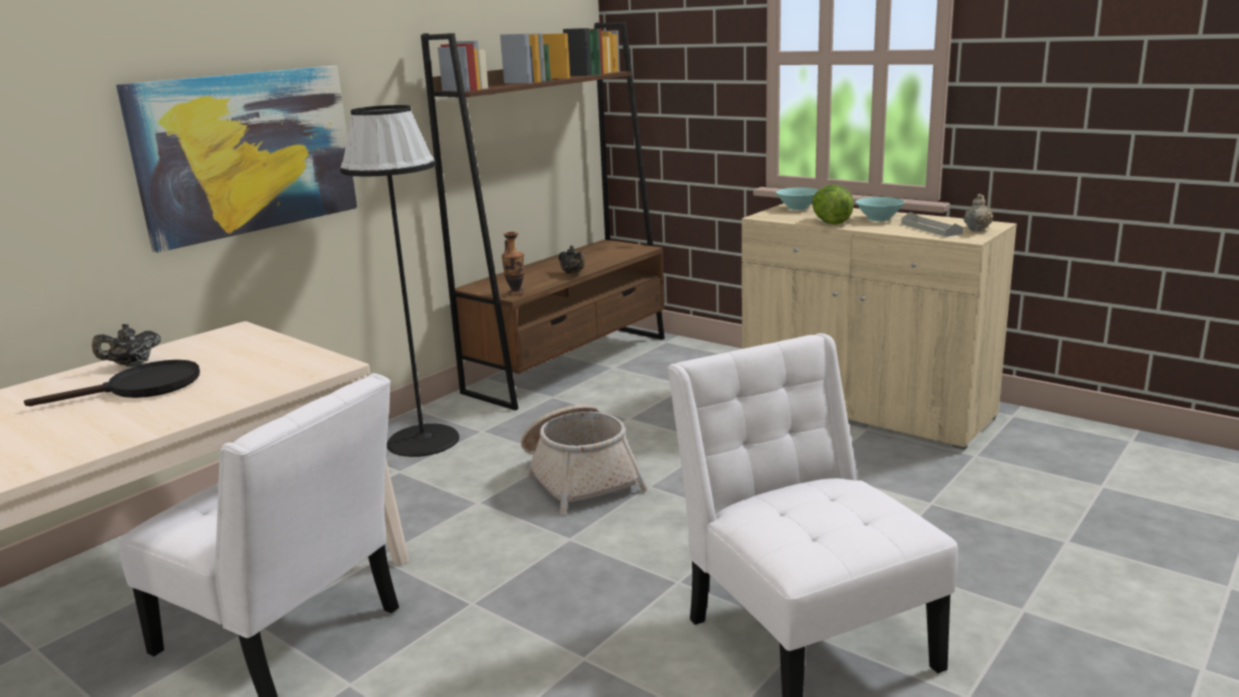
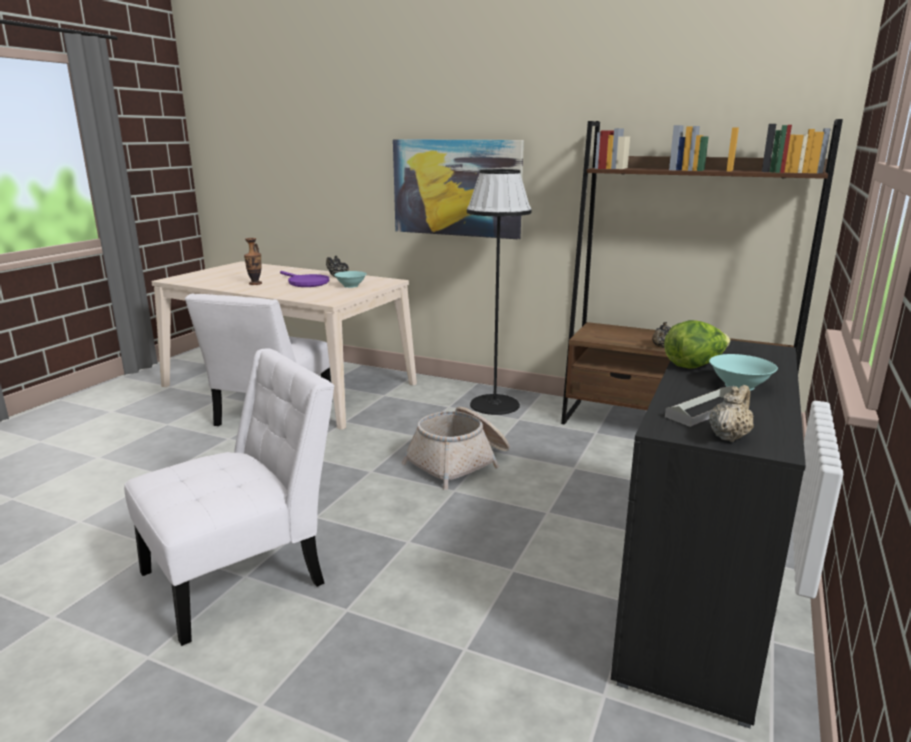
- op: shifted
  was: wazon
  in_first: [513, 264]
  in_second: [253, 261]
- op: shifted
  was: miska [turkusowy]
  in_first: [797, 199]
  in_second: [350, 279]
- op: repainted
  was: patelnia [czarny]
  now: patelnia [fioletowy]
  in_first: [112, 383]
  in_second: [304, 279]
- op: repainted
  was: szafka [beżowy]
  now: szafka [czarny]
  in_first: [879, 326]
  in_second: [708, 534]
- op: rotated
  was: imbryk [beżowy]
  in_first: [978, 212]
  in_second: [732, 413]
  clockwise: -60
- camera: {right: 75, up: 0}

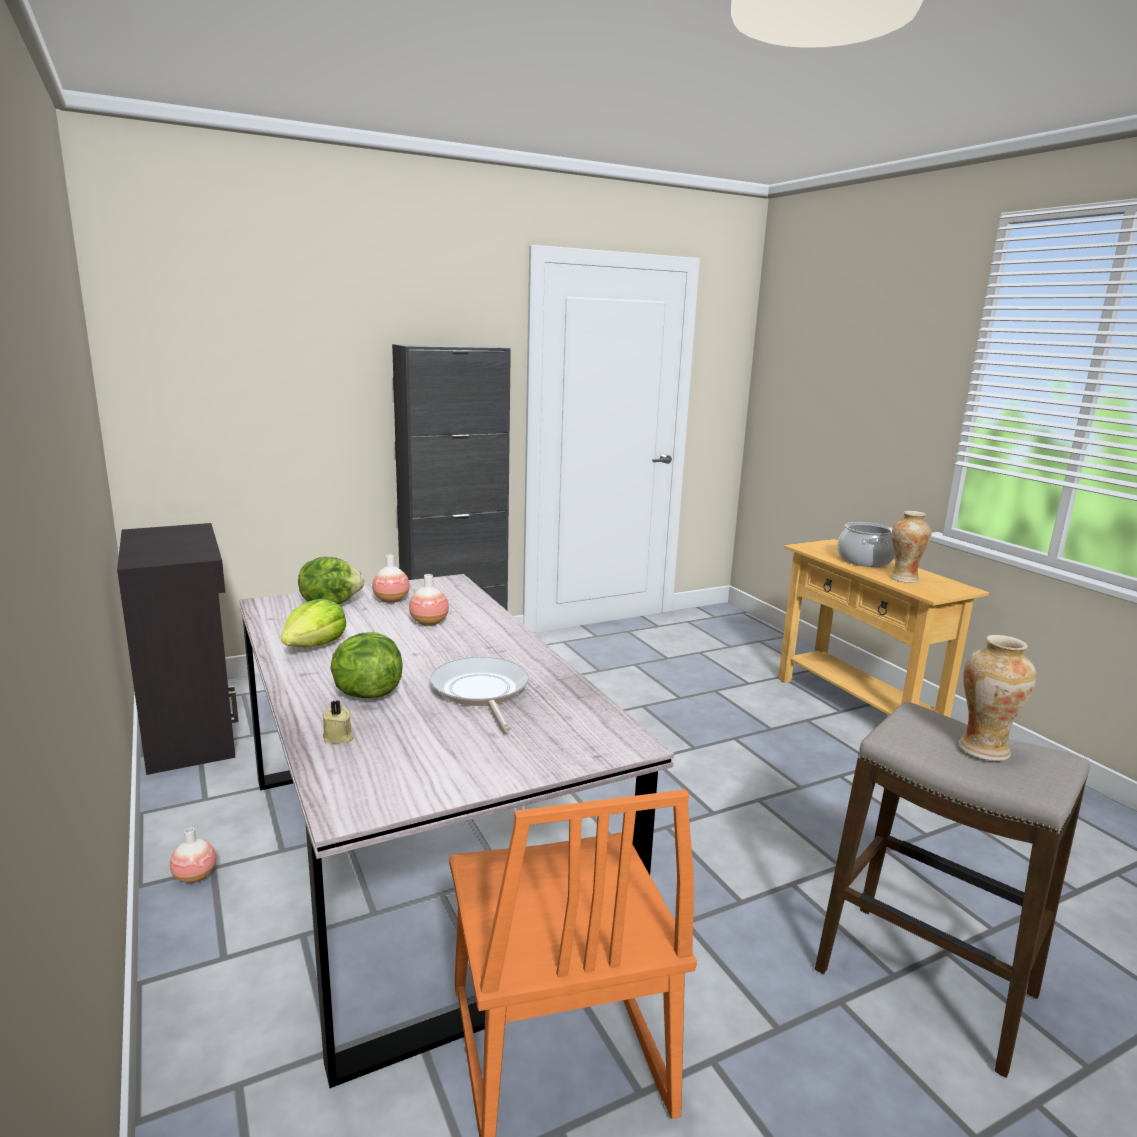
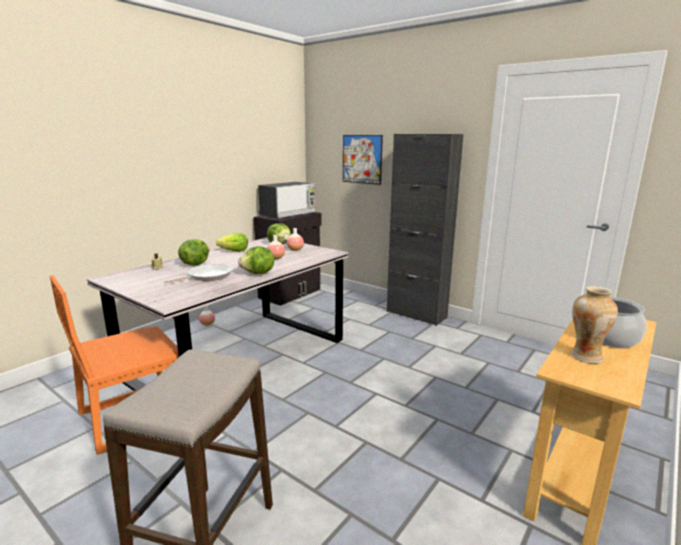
- op: gone
  was: wazon
  in_first: [998, 698]
- op: new
  now: sałata
  in_second: [256, 260]
- op: new
  now: mikrofalówka
  in_second: [286, 200]
- op: new
  now: obraz
  in_second: [363, 160]
- camera: {right: 65, up: 0}

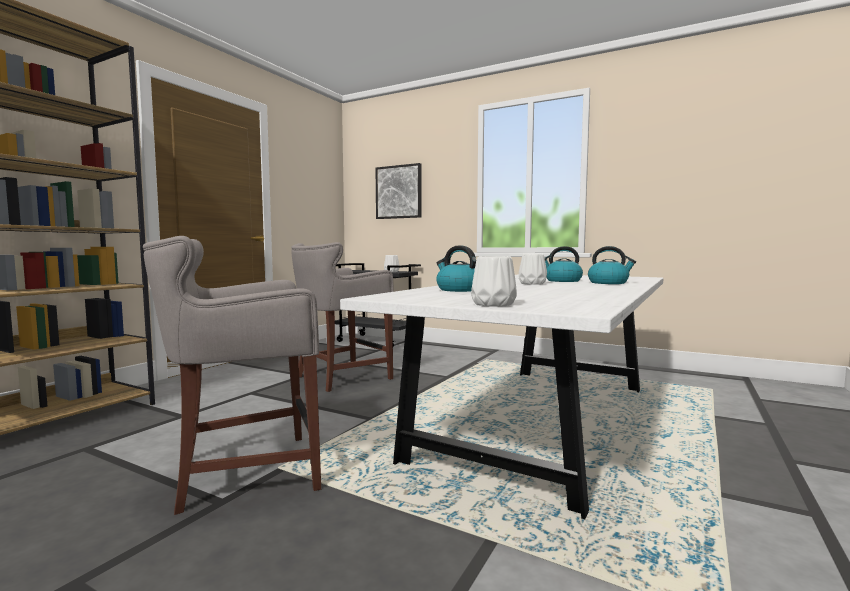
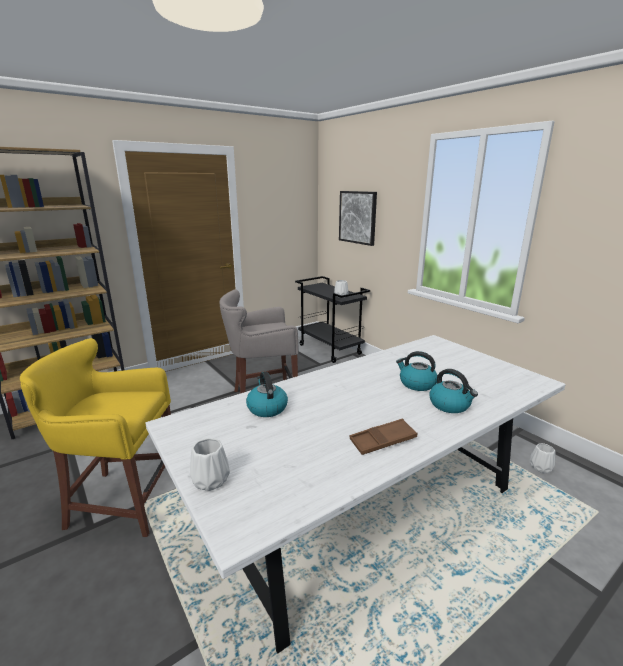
- op: new
  now: taca [brązowy]
  in_second: [383, 436]
- op: shifted
  was: wazon [biały]
  in_first: [533, 269]
  in_second: [542, 458]
- op: repainted
  was: stołek [szary]
  now: stołek [żółty]
  in_first: [232, 375]
  in_second: [95, 437]
- camera: {right: 25, up: 15}

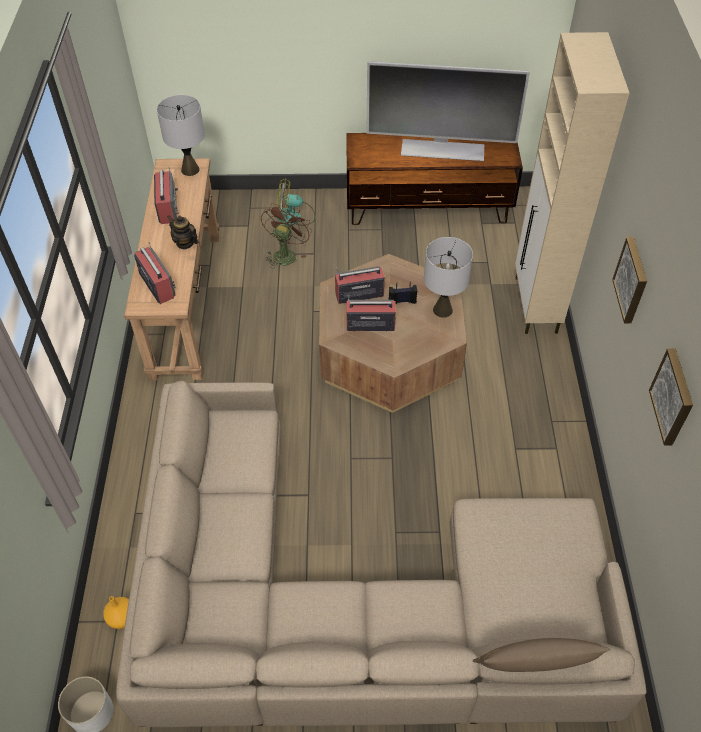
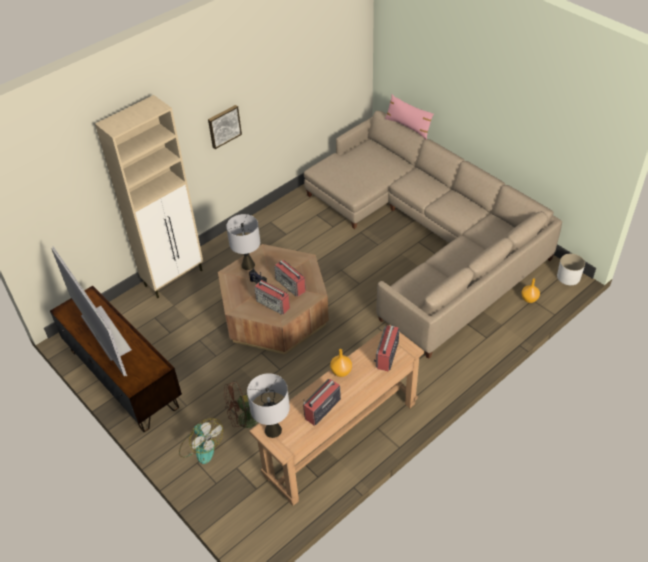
- op: gone
  was: obraz
  in_first: [671, 397]
- op: swapped
  was: imbryk
  now: wazon [pomarańczowy]
  in_first: [183, 232]
  in_second: [341, 363]
- op: repainted
  was: poduszka [brązowy]
  now: poduszka [różowy]
  in_first: [541, 655]
  in_second: [409, 117]
- camera: {right: -130, up: -5}

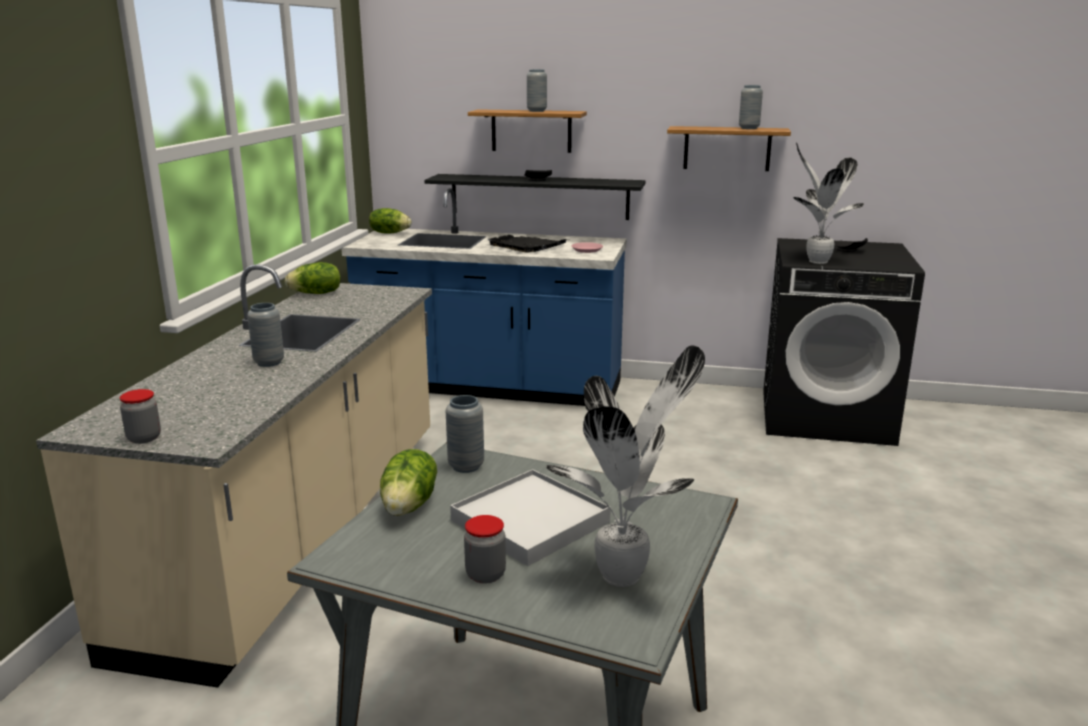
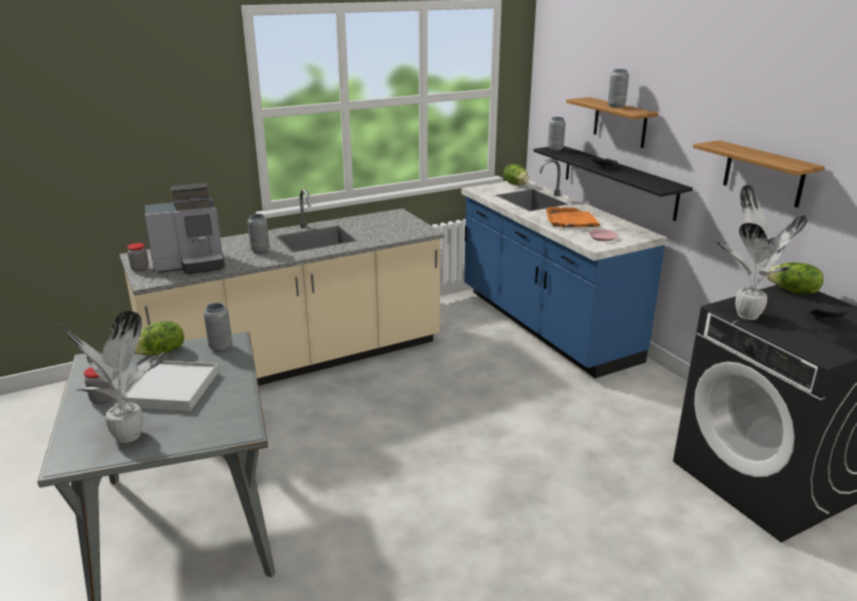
- op: new
  now: ekspres do kawy
  in_second: [184, 228]
- op: shifted
  was: sałata
  in_first: [312, 278]
  in_second: [795, 278]
- op: shifted
  was: wazon [szary]
  in_first: [751, 107]
  in_second: [557, 134]
- op: repainted
  was: taca [czarny]
  now: taca [pomarańczowy]
  in_first: [528, 244]
  in_second: [573, 217]
- camera: {right: 50, up: 5}

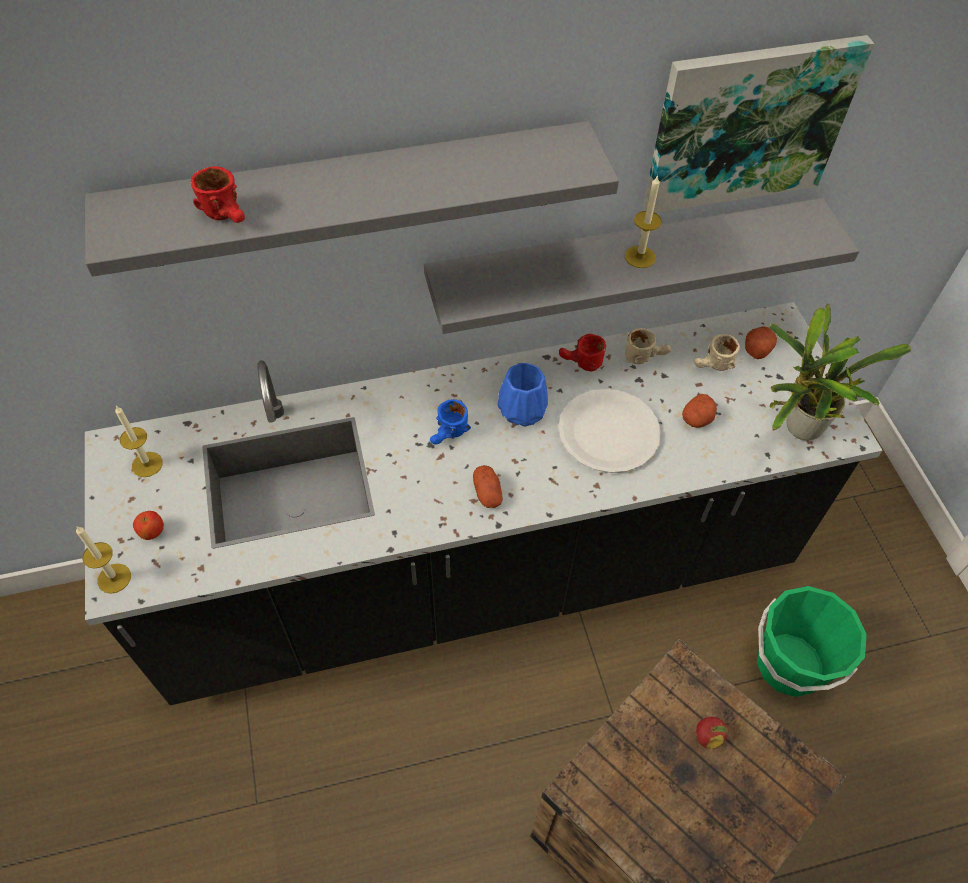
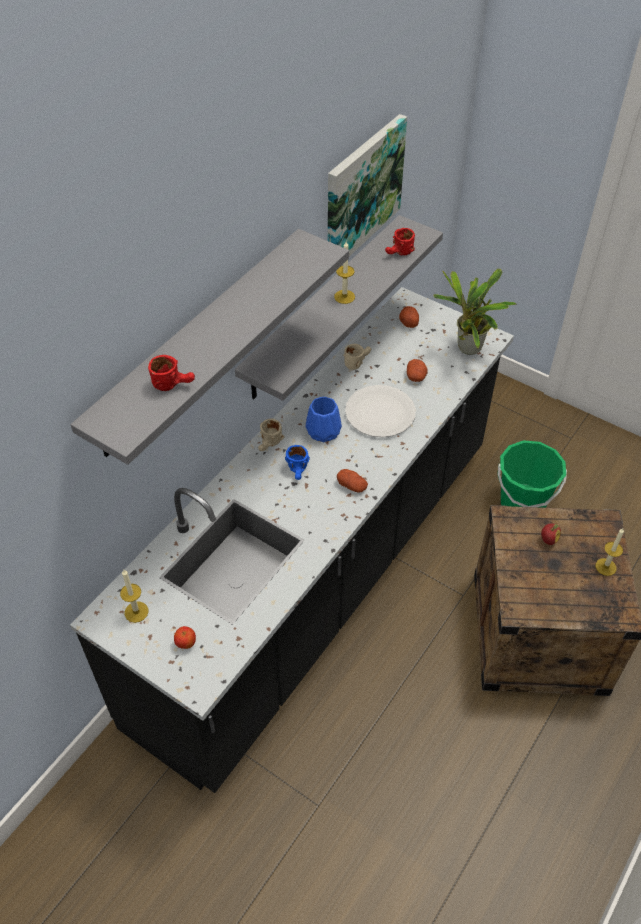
- op: shifted
  was: świeca
  in_first: [103, 560]
  in_second: [609, 552]
- op: shifted
  was: kubek [czerwony]
  in_first: [582, 353]
  in_second: [400, 241]
- op: shifted
  was: kubek [beżowy]
  in_first: [717, 352]
  in_second: [271, 435]
- camera: {right: -40, up: -5}

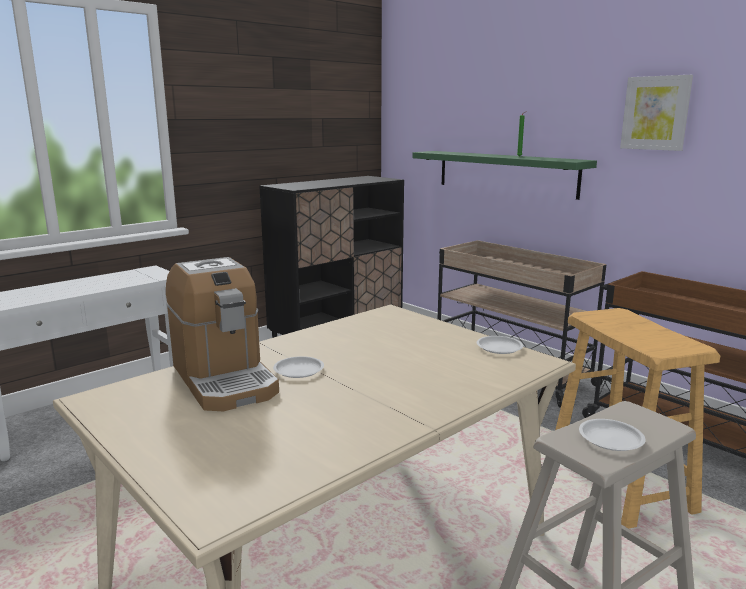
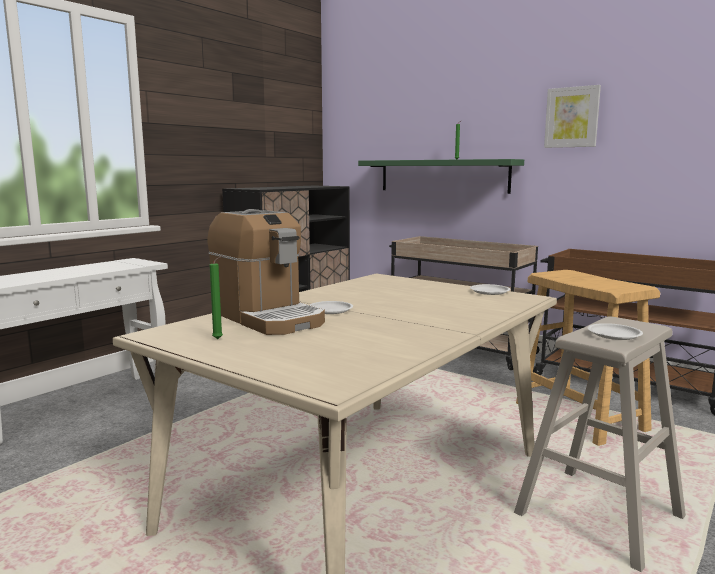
- op: new
  now: świeca [zielony]
  in_second: [216, 297]
- camera: {right: -10, up: -5}

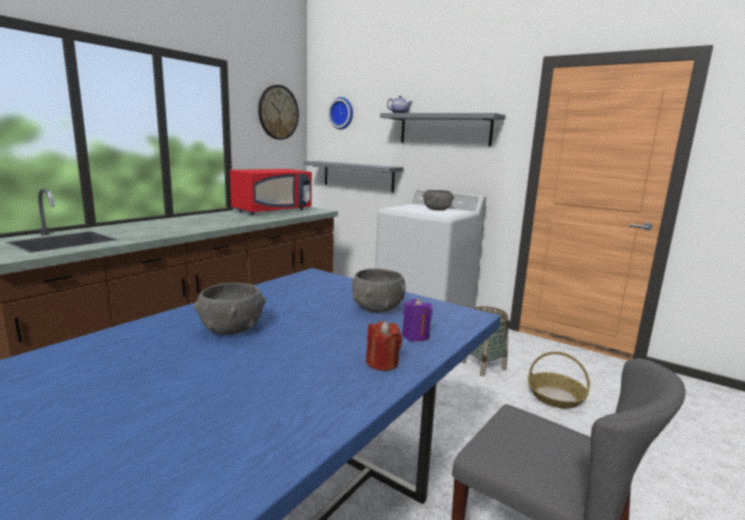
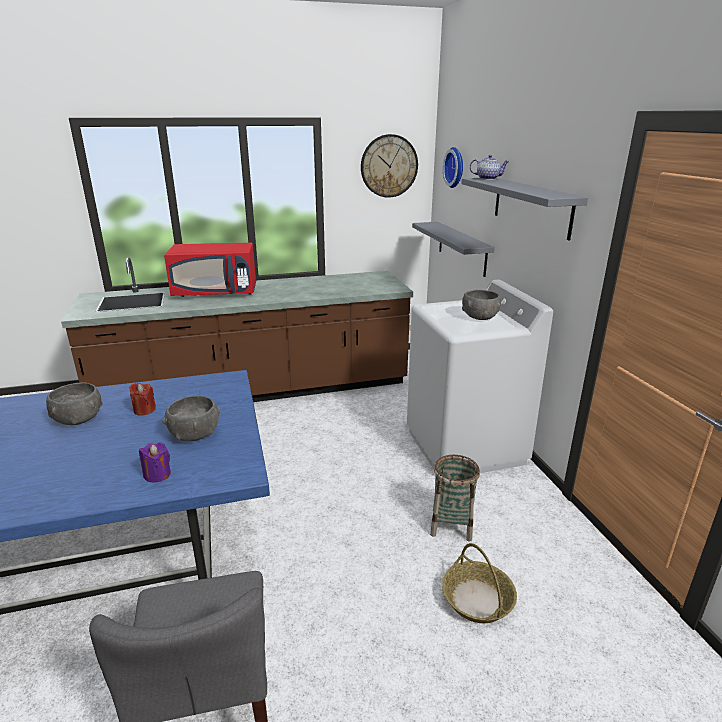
- op: shifted
  was: mikrofalówka [czerwony]
  in_first: [271, 192]
  in_second: [210, 270]
- op: shifted
  was: świeca [czerwony]
  in_first: [384, 346]
  in_second: [143, 399]
- camera: {right: 40, up: 10}

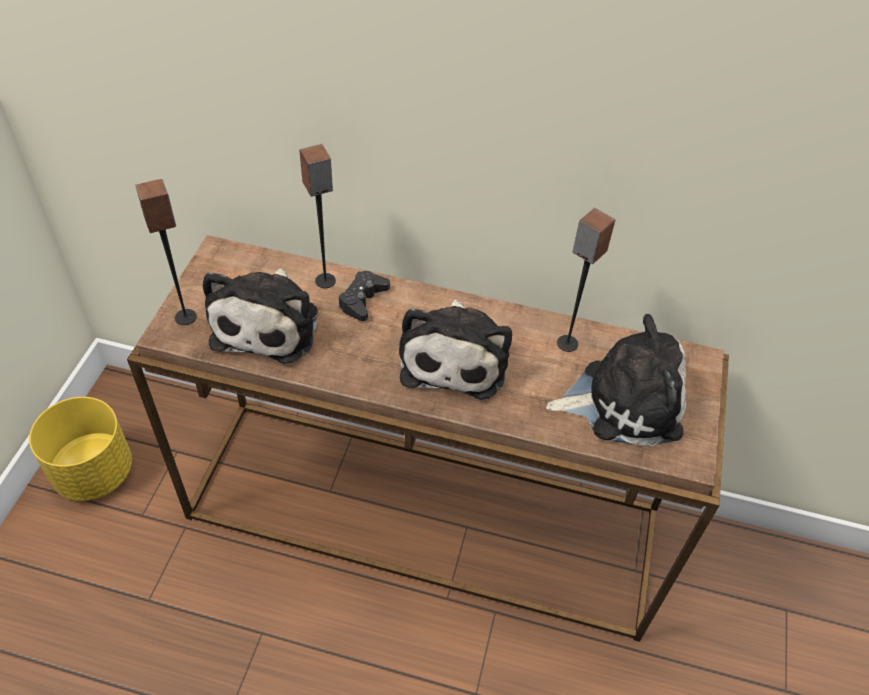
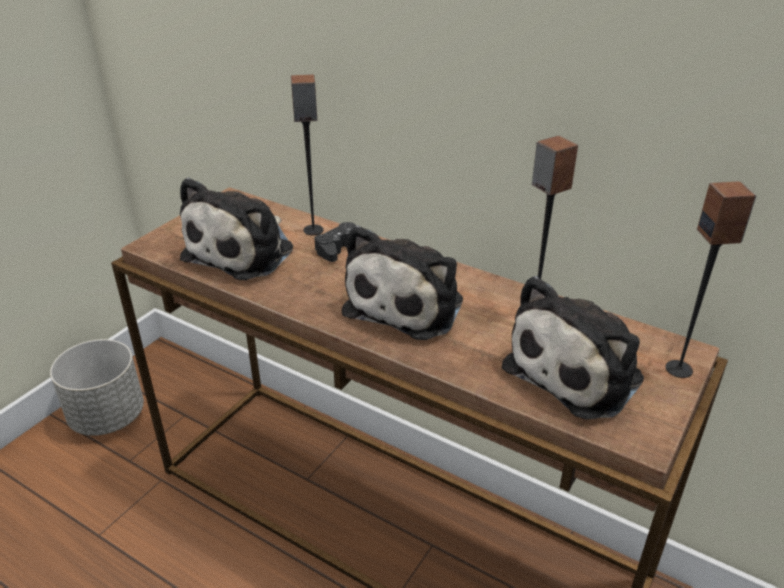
- op: shifted
  was: głośnik
  in_first: [166, 252]
  in_second: [711, 279]
- op: repainted
  was: donica [żółty]
  now: donica [szary]
  in_first: [80, 449]
  in_second: [97, 387]
- op: rotated
  was: pluszak
  in_first: [616, 380]
  in_second: [573, 348]
  clockwise: 120
- camera: {right: 20, up: -15}

